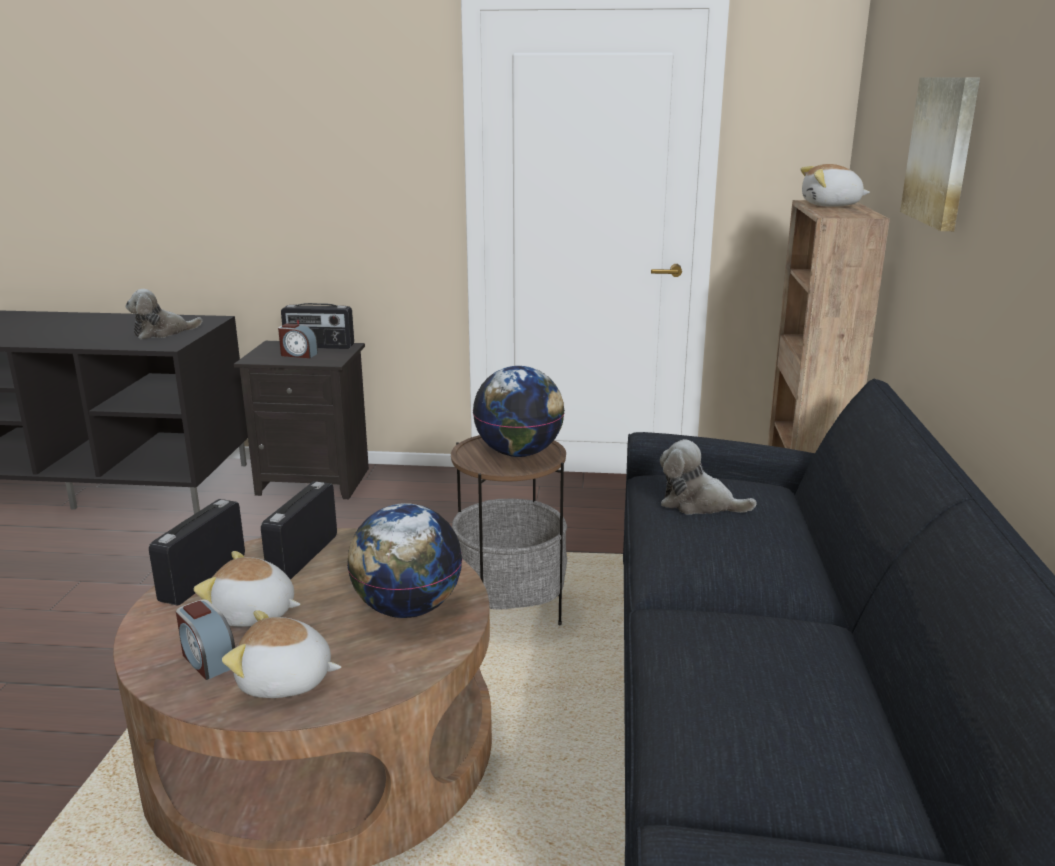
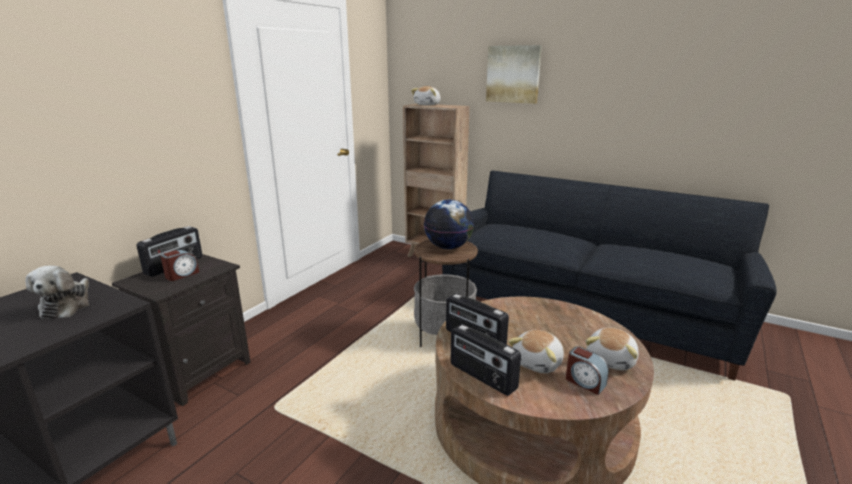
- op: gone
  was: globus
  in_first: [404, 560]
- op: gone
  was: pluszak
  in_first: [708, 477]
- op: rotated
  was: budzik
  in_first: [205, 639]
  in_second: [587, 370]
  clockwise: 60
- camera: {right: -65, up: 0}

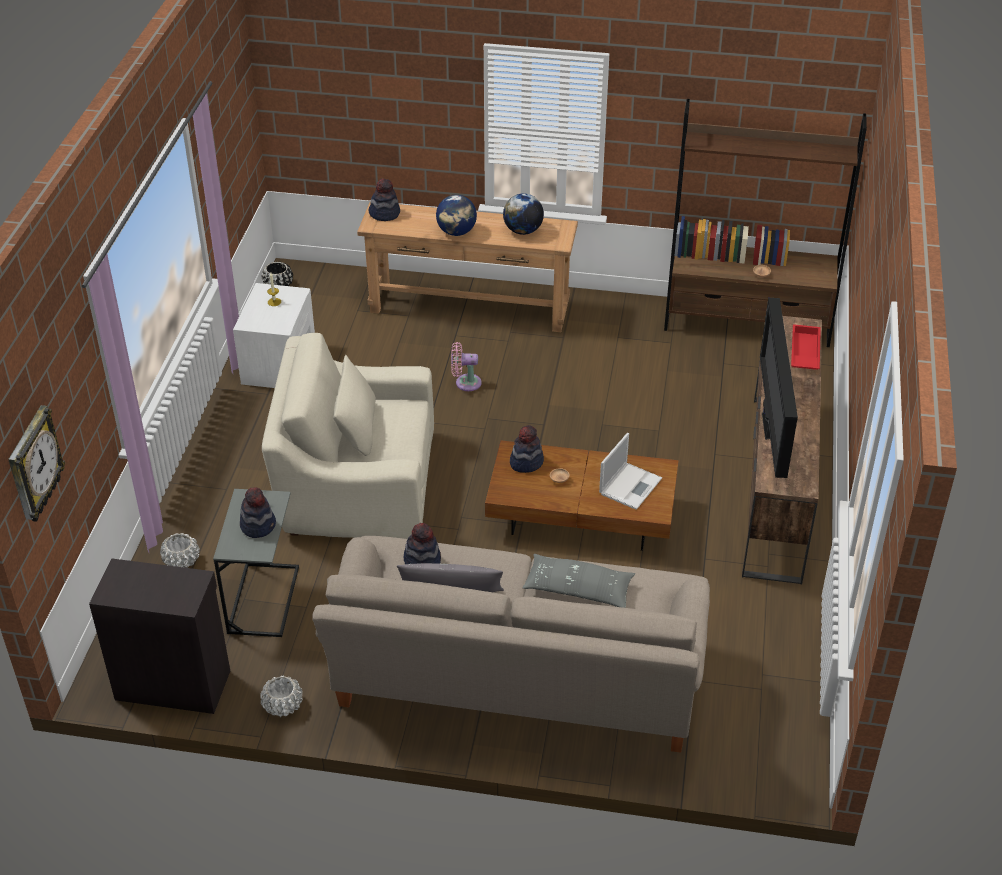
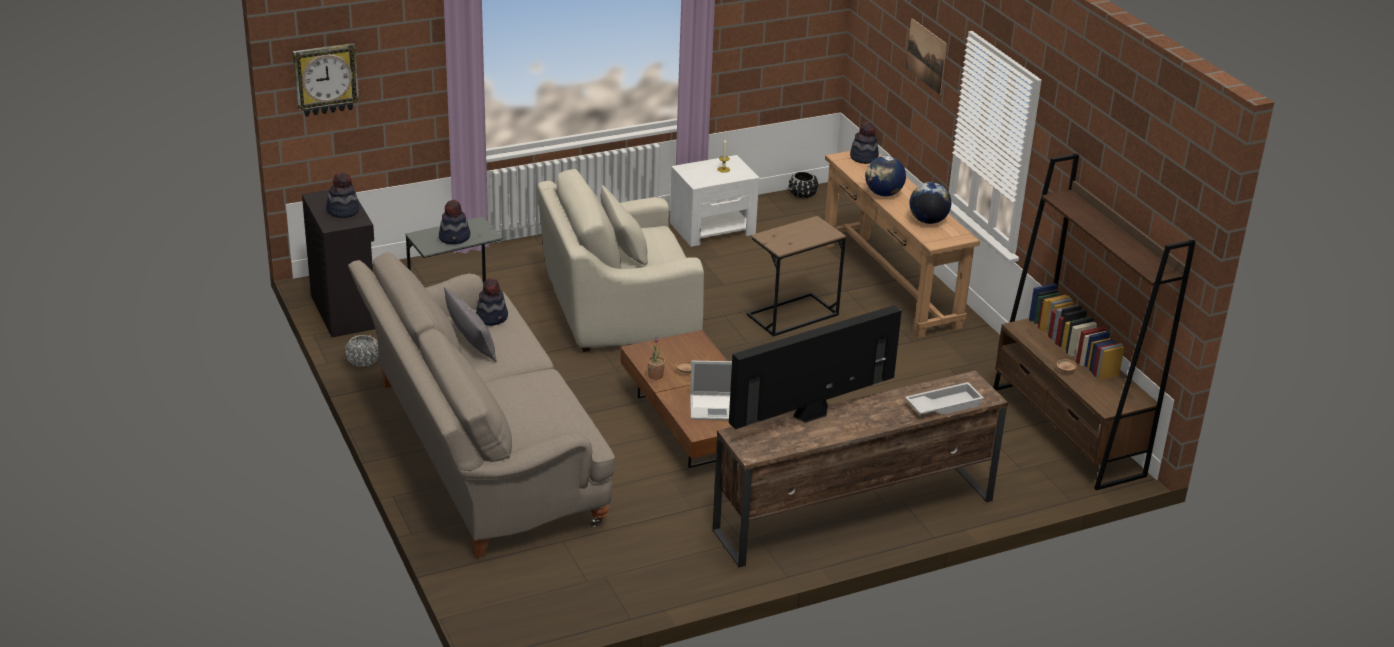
- op: gone
  was: donica [biały]
  in_first: [180, 550]
- op: gone
  was: poduszka [szary]
  in_first: [579, 581]
- op: new
  now: roślina doniczkowa
  in_second: [656, 358]
- op: new
  now: obraz
  in_second: [926, 56]
- op: shifted
  was: kapelusz
  in_first: [527, 449]
  in_second: [342, 195]
- op: swapped
  was: wentylator [różowy]
  now: stolik [brązowy]
  in_first: [466, 366]
  in_second: [796, 276]
- op: repainted
  was: taca [czerwony]
  now: taca [biały]
  in_first: [806, 347]
  in_second: [944, 398]
- op: rotated
  was: fotel [beżowy]
  in_first: [348, 436]
  in_second: [620, 260]
  clockwise: -75
- camera: {right: 55, up: -10}

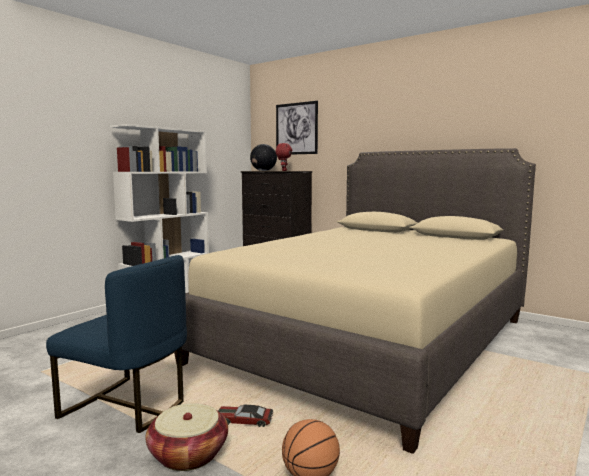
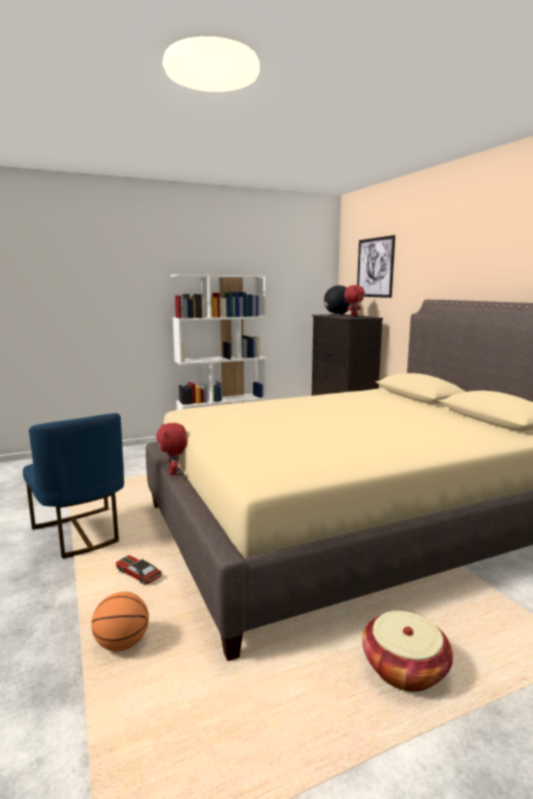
- op: new
  now: pluszak [czerwony]
  in_second: [171, 449]
- op: shifted
  was: koszyk
  in_first: [187, 437]
  in_second: [407, 651]
- camera: {right: 30, up: 5}

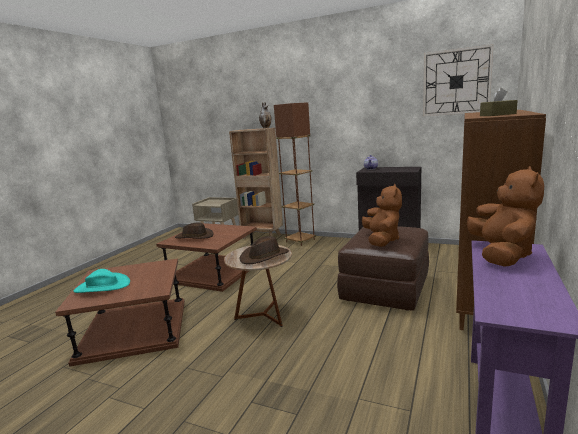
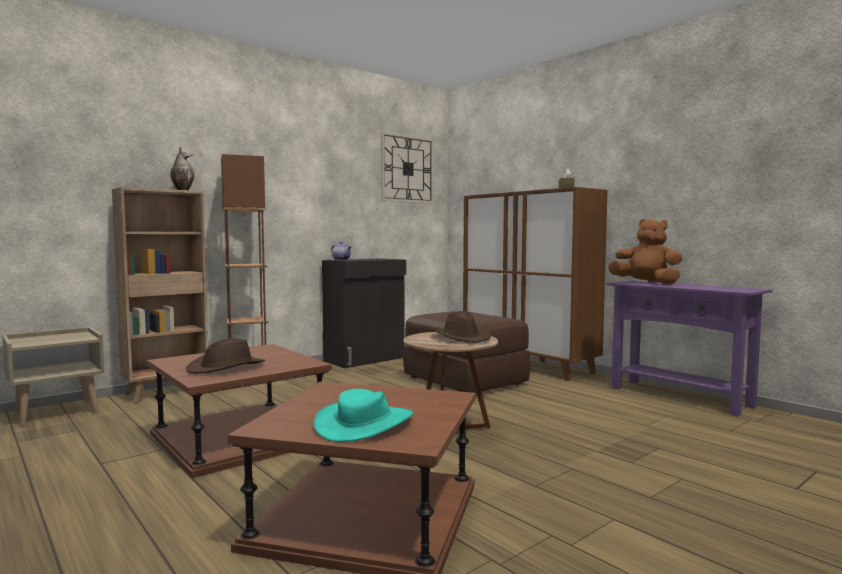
- op: gone
  was: pluszak [brązowy]
  in_first: [382, 215]
- camera: {right: -65, up: -10}

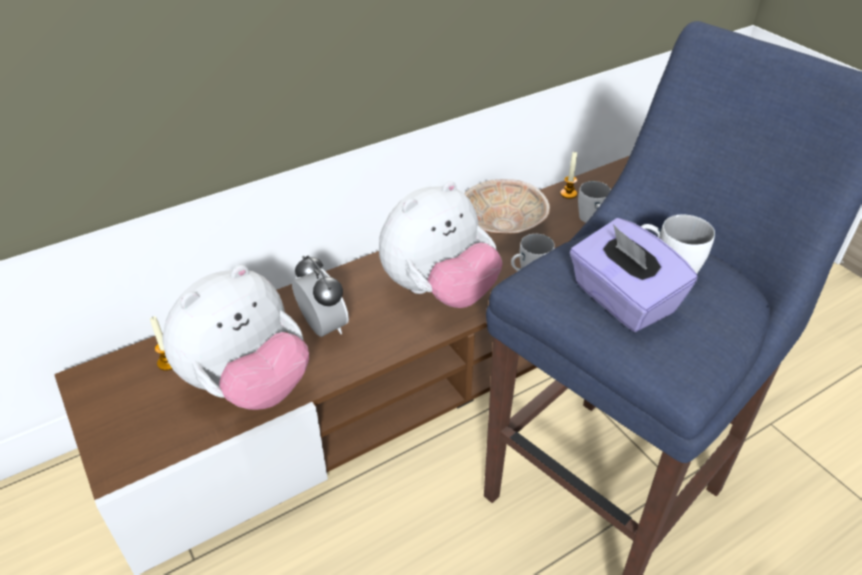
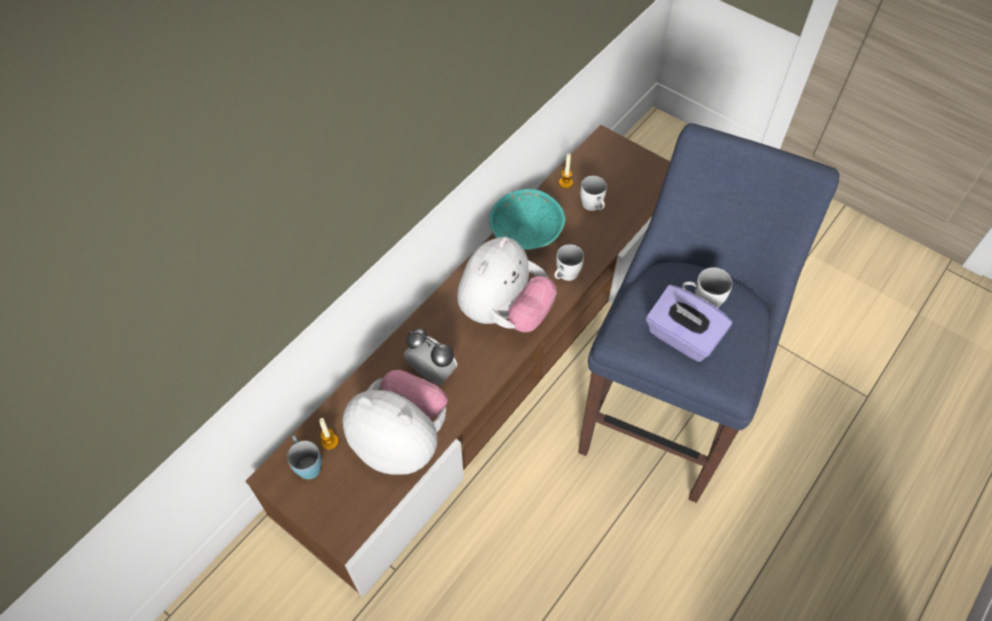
- op: new
  now: kubek [niebieski]
  in_second: [304, 457]
- op: repainted
  was: miska [beżowy]
  now: miska [turkusowy]
  in_first: [507, 206]
  in_second: [527, 219]
- op: rotated
  was: pluszak
  in_first: [235, 337]
  in_second: [395, 422]
  clockwise: -90
- camera: {right: -20, up: 15}

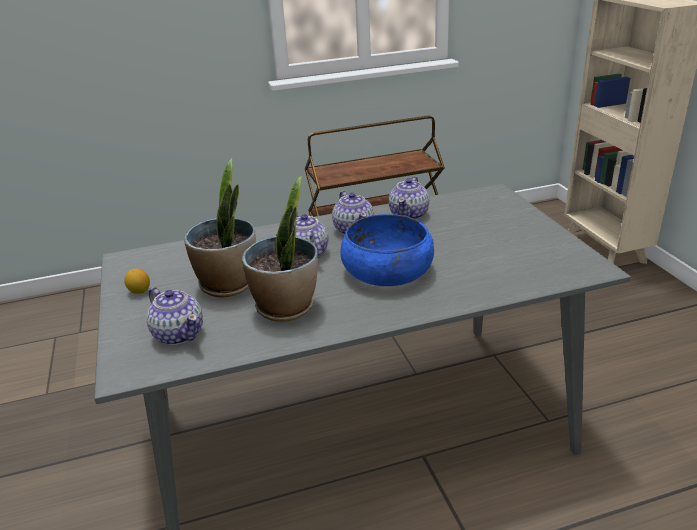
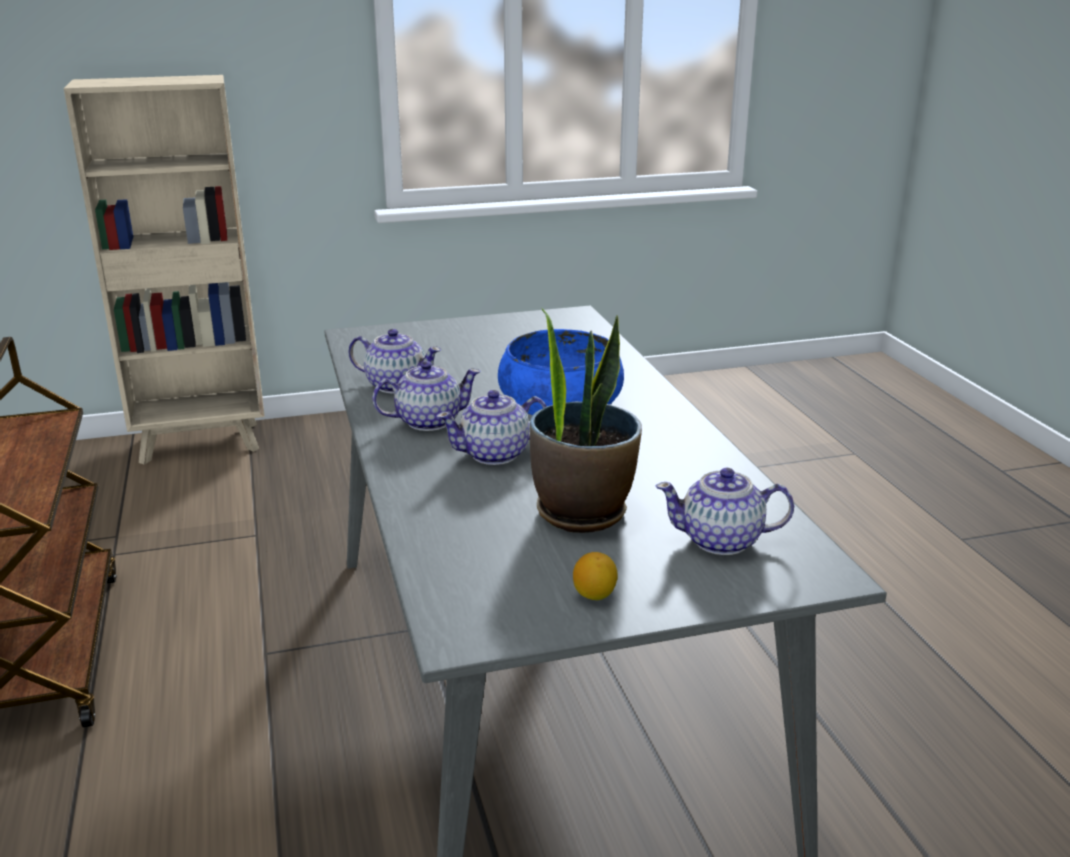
- op: gone
  was: roślina doniczkowa
  in_first: [280, 249]
- op: rotated
  was: imbryk
  in_first: [175, 316]
  in_second: [725, 511]
  clockwise: -135
- camera: {right: -90, up: -5}

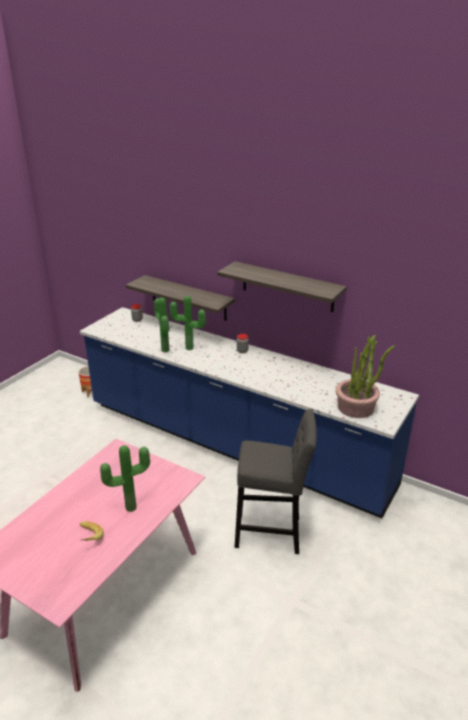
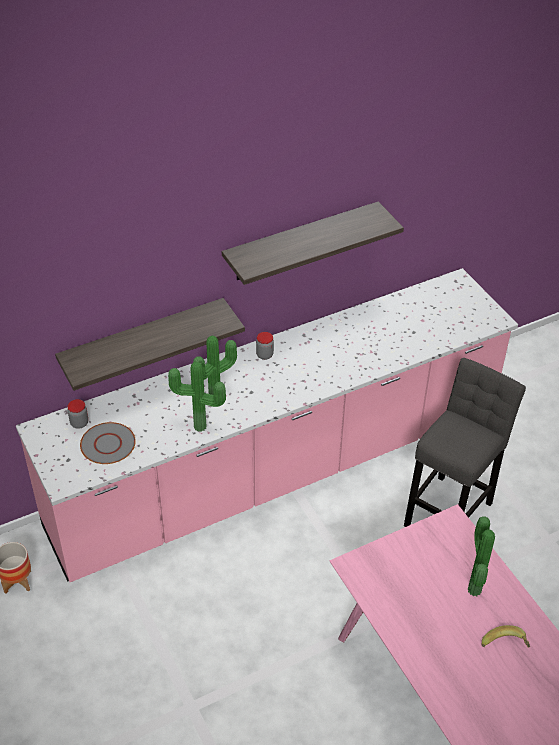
- op: gone
  was: roślina doniczkowa
  in_first: [365, 376]
- op: new
  now: talerz [szary]
  in_second: [108, 443]
- op: repainted
  was: zabudowa kuchenna [niebieski]
  now: zabudowa kuchenna [różowy]
  in_first: [249, 412]
  in_second: [267, 425]
- camera: {right: -60, up: 15}

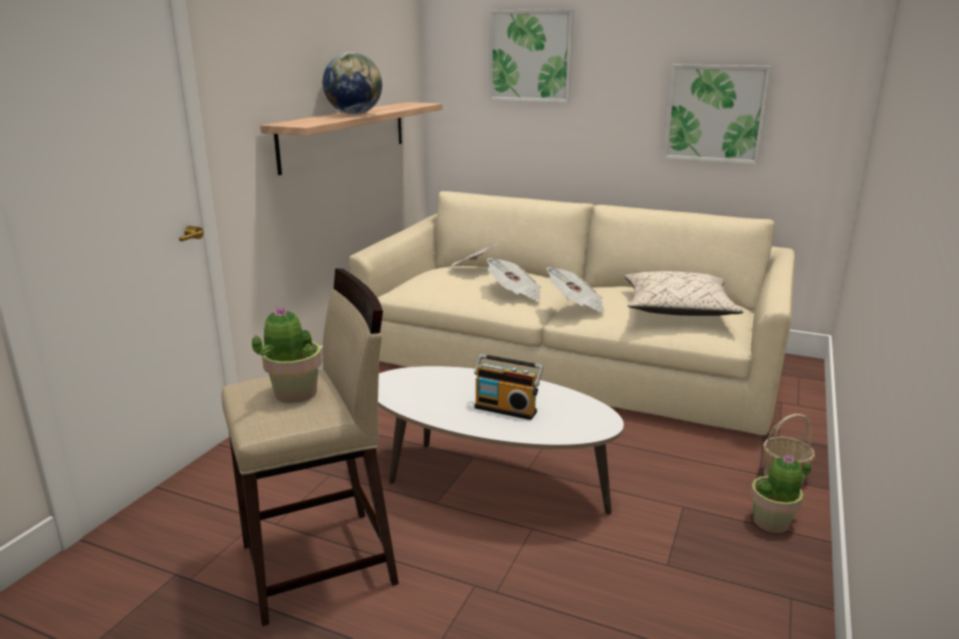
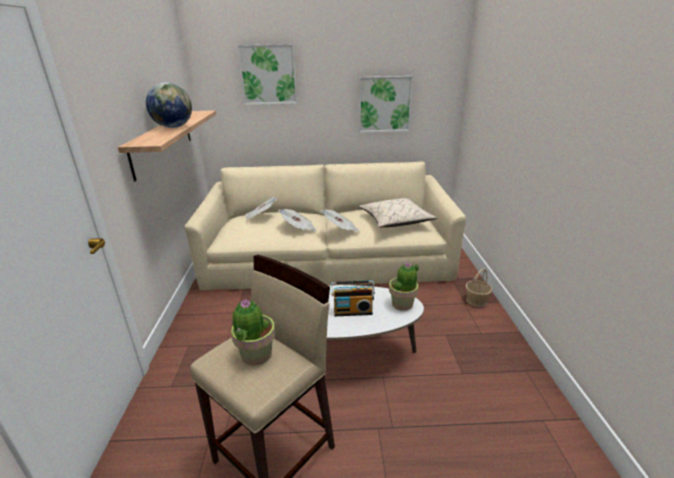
- op: shifted
  was: roślina doniczkowa
  in_first: [780, 493]
  in_second: [404, 286]
- camera: {right: -25, up: 5}

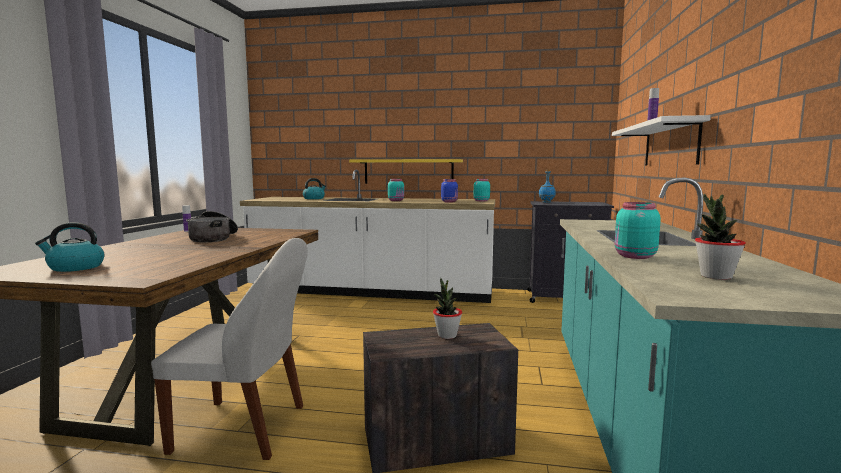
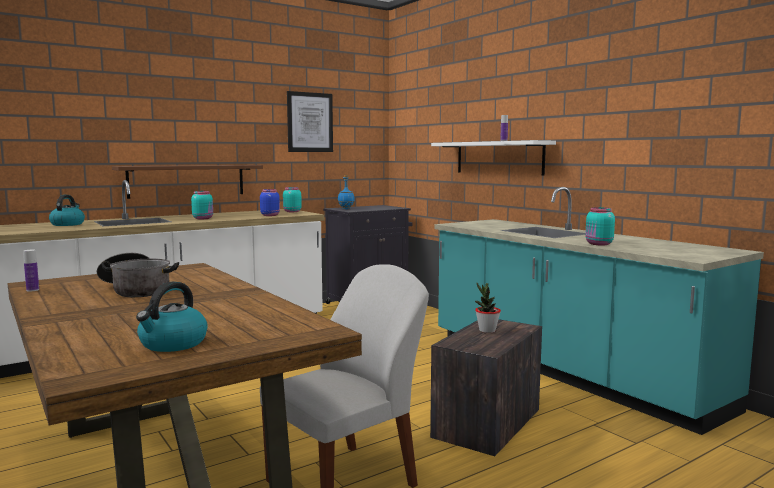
- op: gone
  was: roślina doniczkowa
  in_first: [720, 236]
- op: new
  now: obraz
  in_second: [310, 121]
- op: repainted
  was: półka [żółty]
  now: półka [brązowy]
  in_first: [406, 171]
  in_second: [187, 182]
- camera: {right: -45, up: 0}

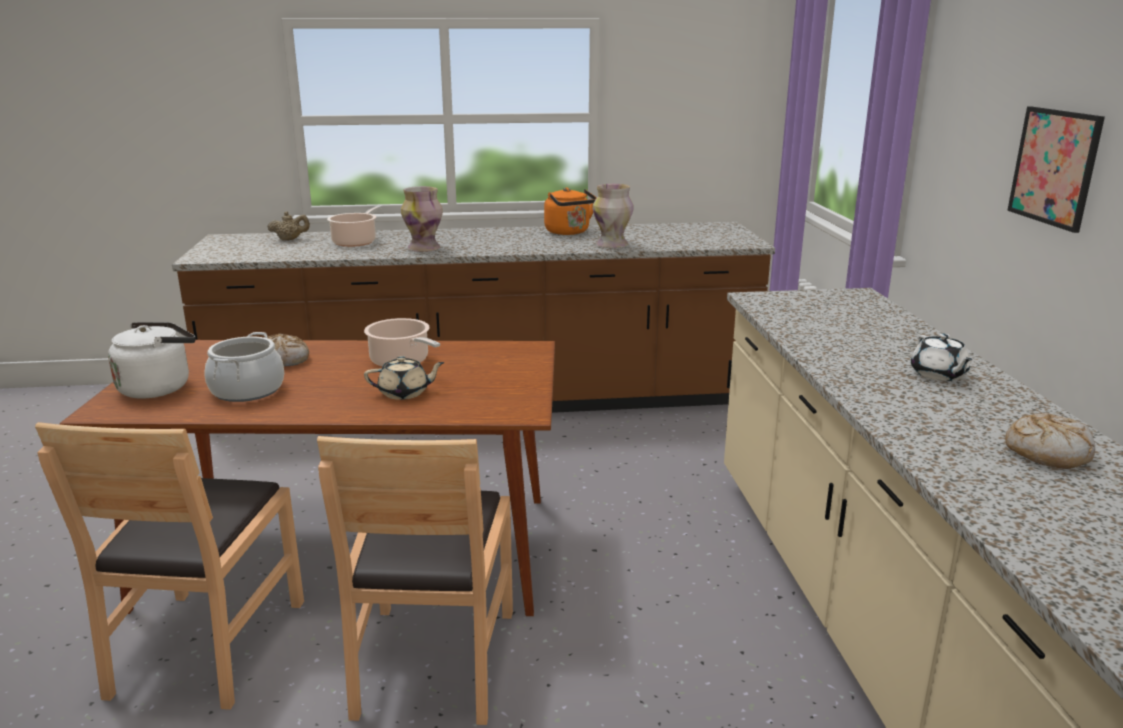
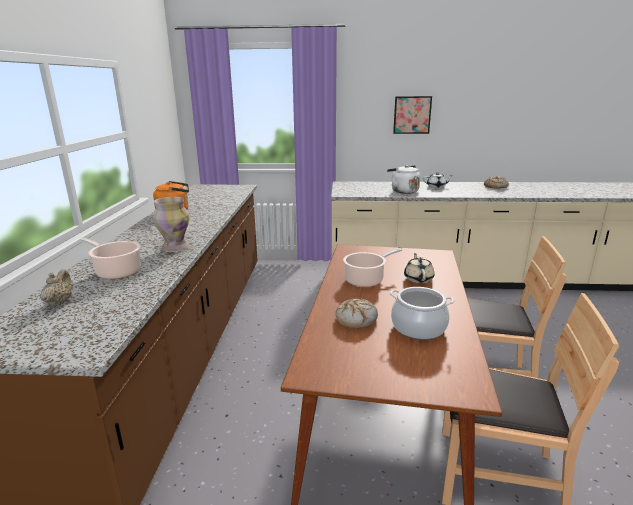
- op: gone
  was: wazon
  in_first: [613, 216]
- op: shifted
  was: czajnik [biały]
  in_first: [151, 360]
  in_second: [403, 179]
- camera: {right: -80, up: 0}

